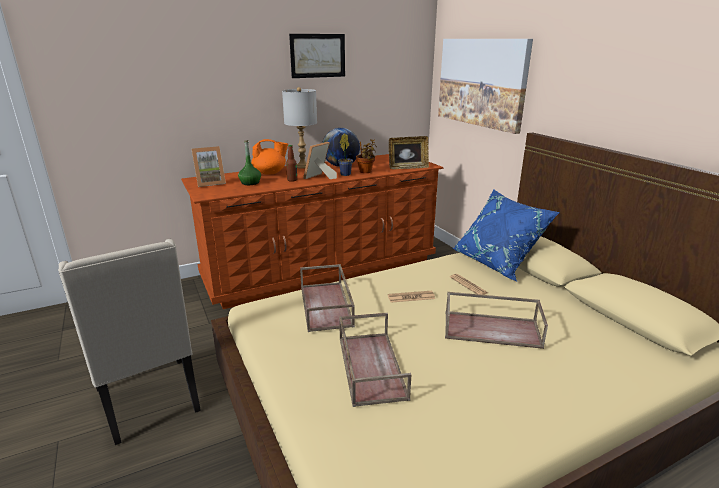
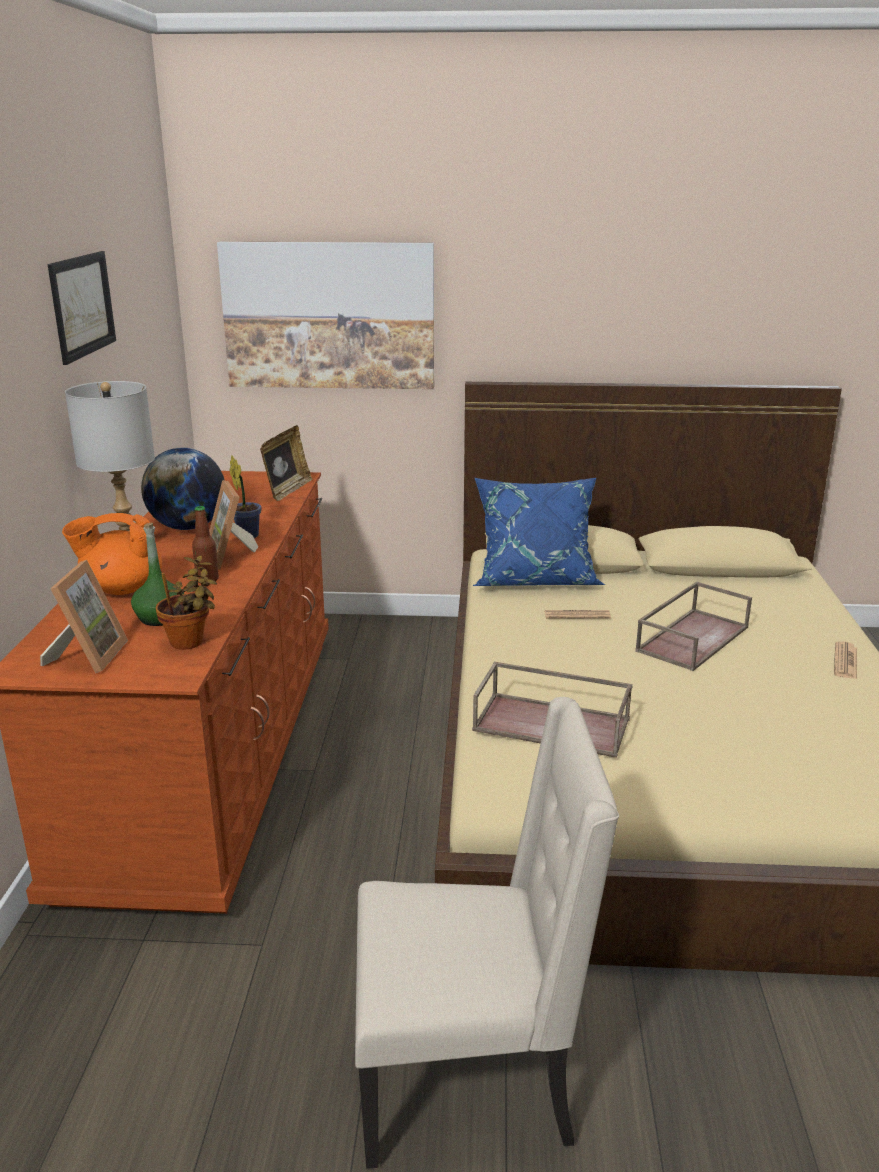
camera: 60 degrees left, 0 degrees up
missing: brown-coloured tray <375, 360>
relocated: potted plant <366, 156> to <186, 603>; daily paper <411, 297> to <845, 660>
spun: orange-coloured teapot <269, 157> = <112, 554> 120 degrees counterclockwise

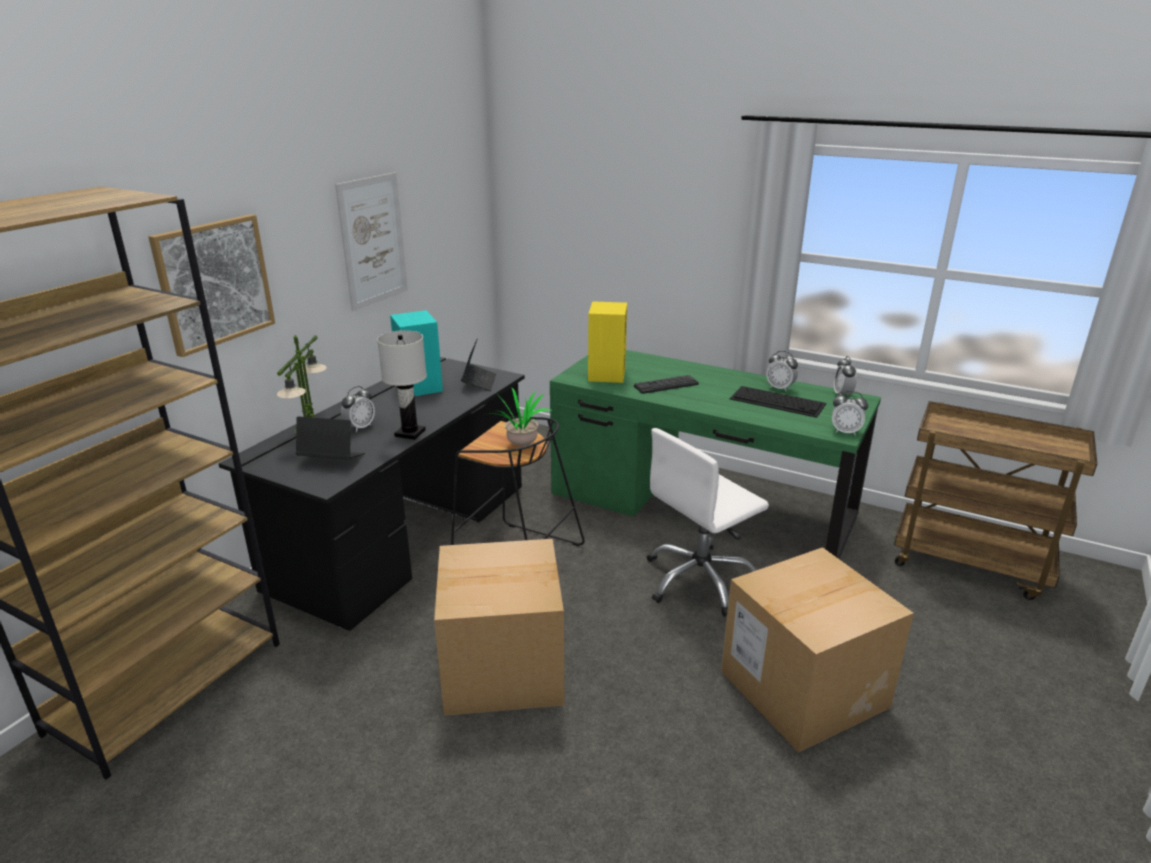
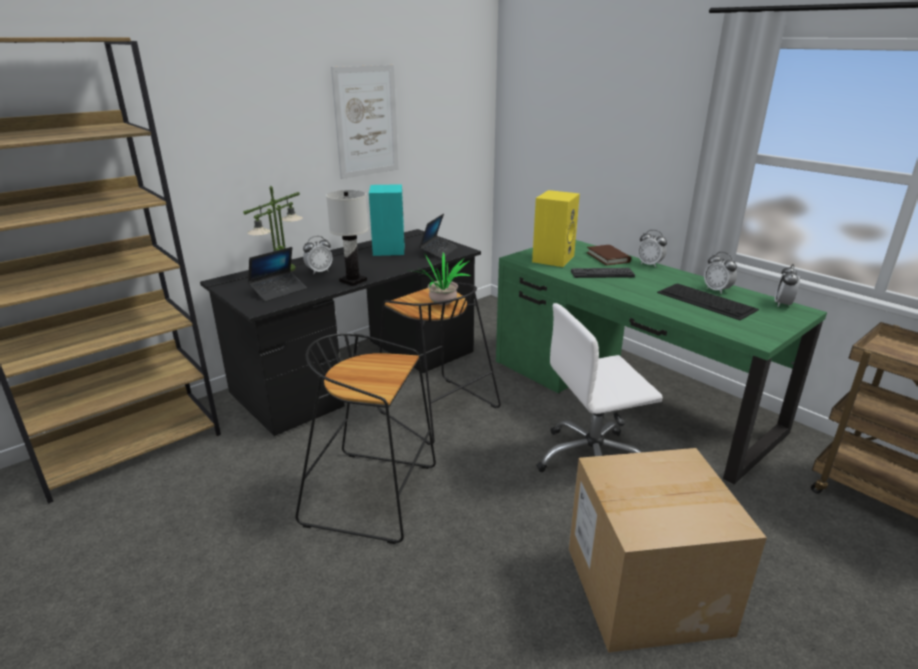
camera: 20 degrees right, 0 degrees up
missing: wall picture <211, 285>
appeared: brown-coloured volume <609, 255>
relocated: bedside clock <850, 413> to <652, 249>
exchanged: carton <499, 627> to black stool <365, 438>
spun: laptop <330, 437> = <277, 274> 105 degrees clockwise

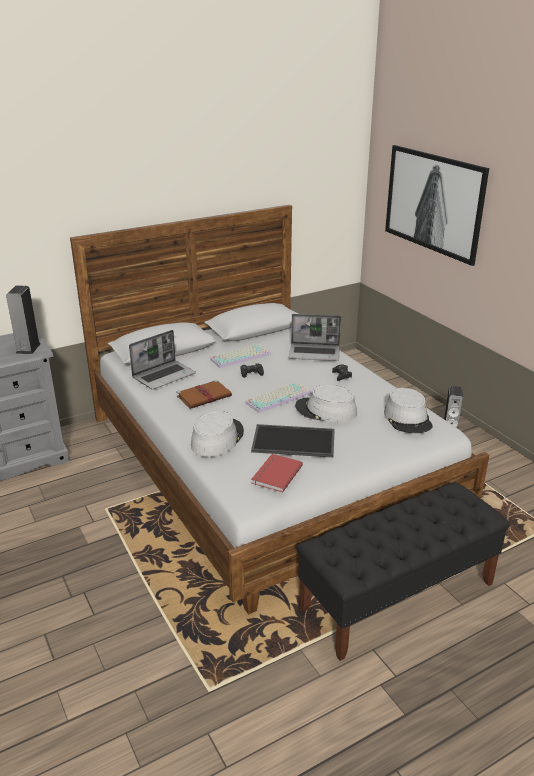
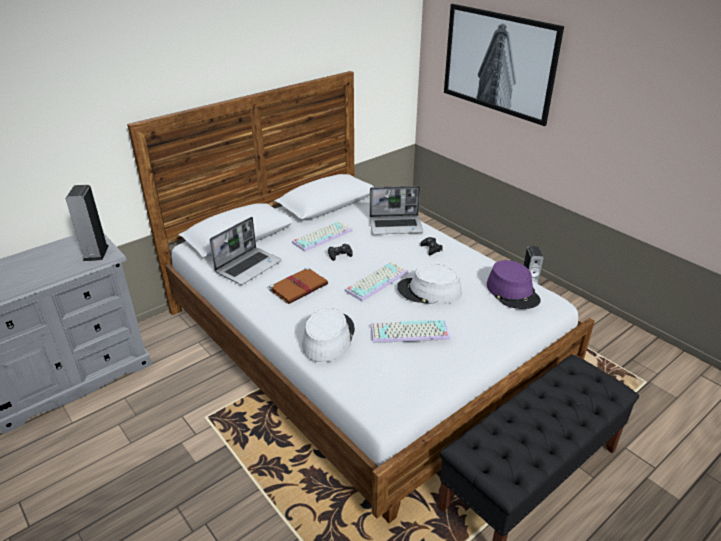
camera: 10 degrees left, 5 degrees up
missing: red volume <277, 473>
exchanged: tray <293, 440> to computer keyboard <410, 331>
colour: greyish wearable hat <408, 410> to purple-coloured wearable hat <514, 284>

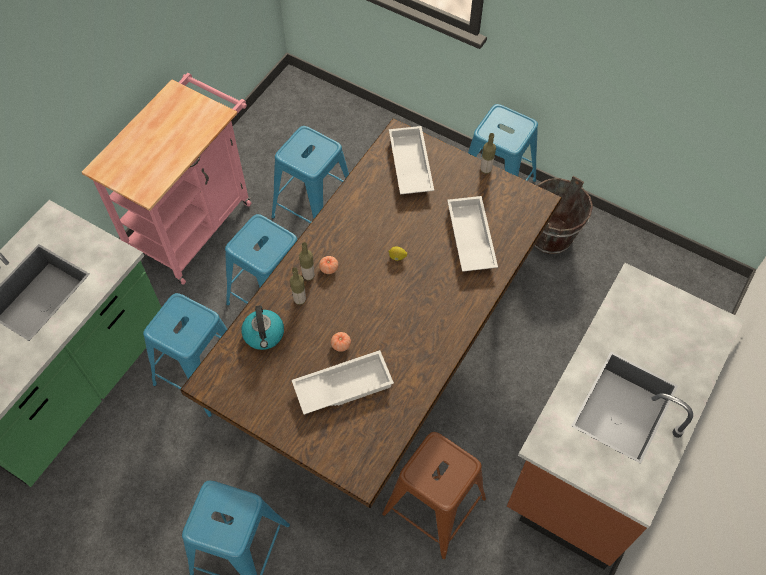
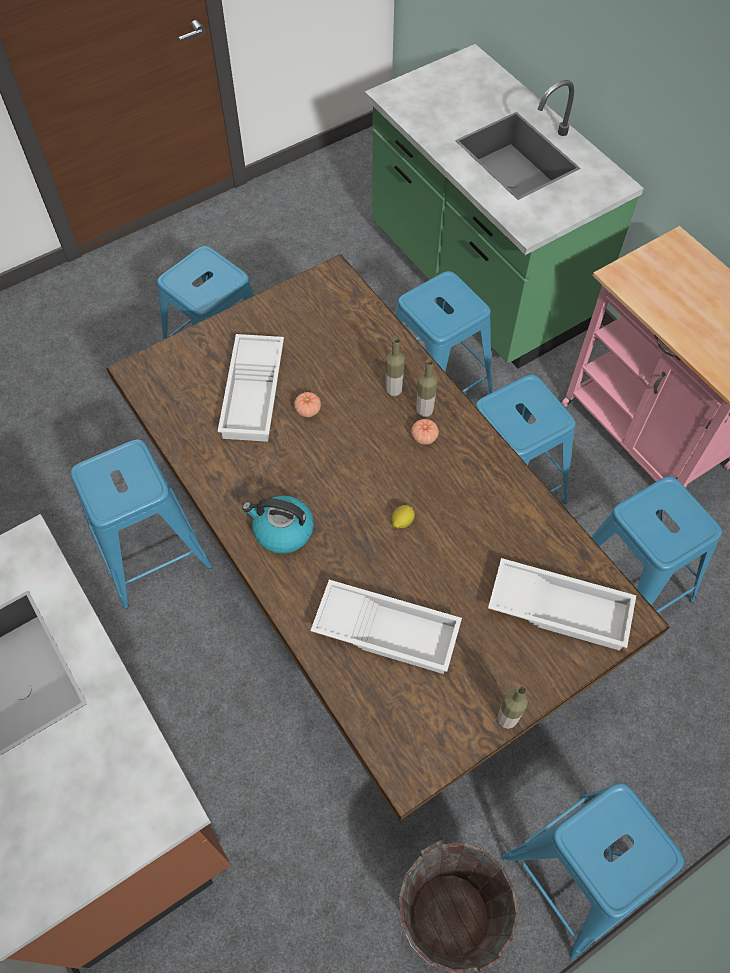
camera: 115 degrees right, 0 degrees up
relocated: kettle <262, 327> to <278, 525>
colour: brown-coloured stool <434, 496> to bluish stool <141, 524>

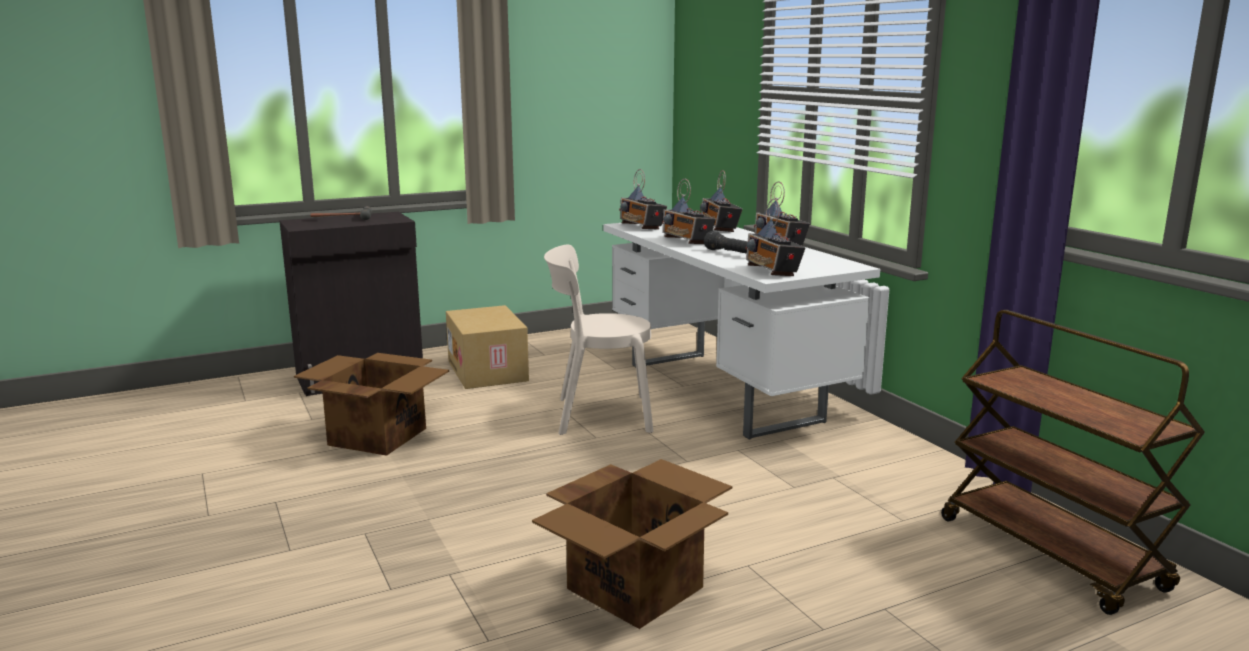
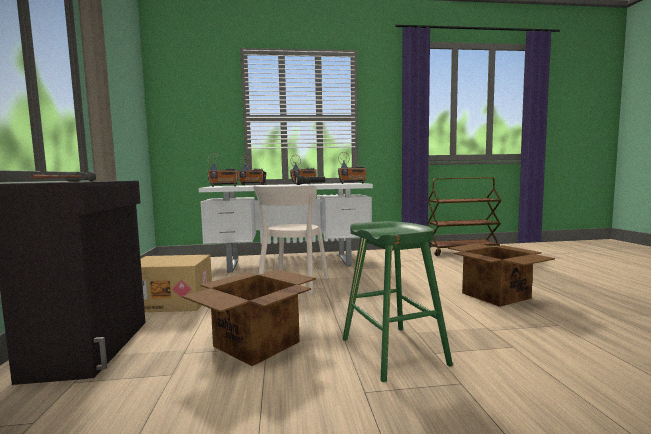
camera: 70 degrees left, 10 degrees down
missing: radio receiver <689, 211>
appeared: green-coloured stool <398, 301>

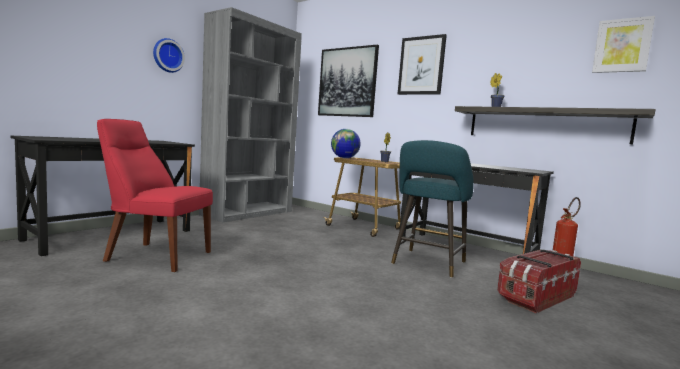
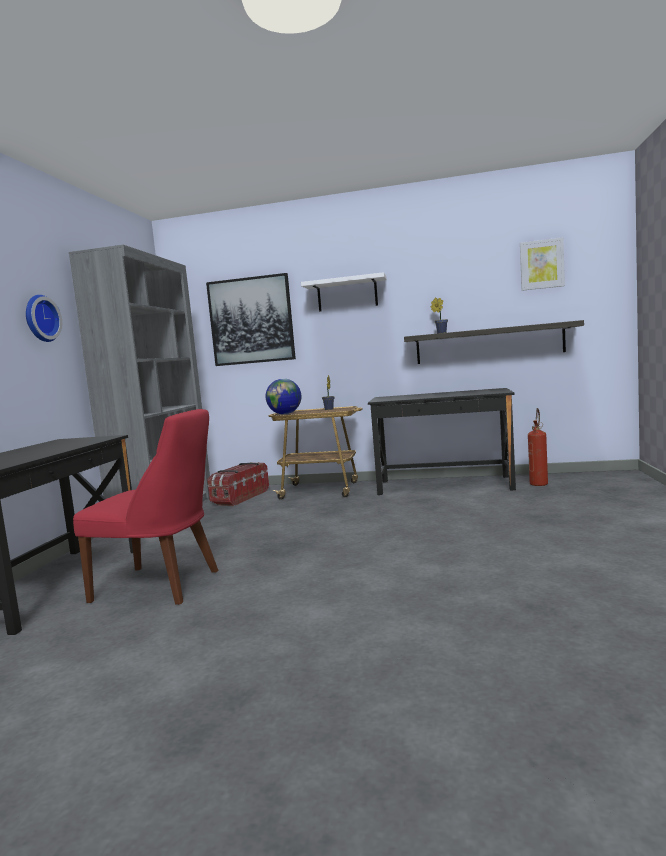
camera: 25 degrees left, 0 degrees up
missing: turquoise stool <432, 209>
relocated: storage bin <539, 281> to <238, 484>
exchanged: wall picture <422, 64> to white-coloured wall shelf <344, 292>
spun: red chair <155, 195> = <145, 507> 150 degrees counterclockwise

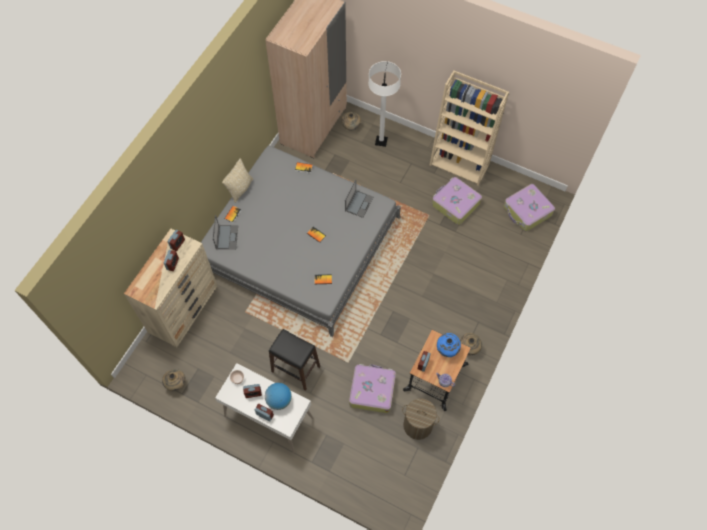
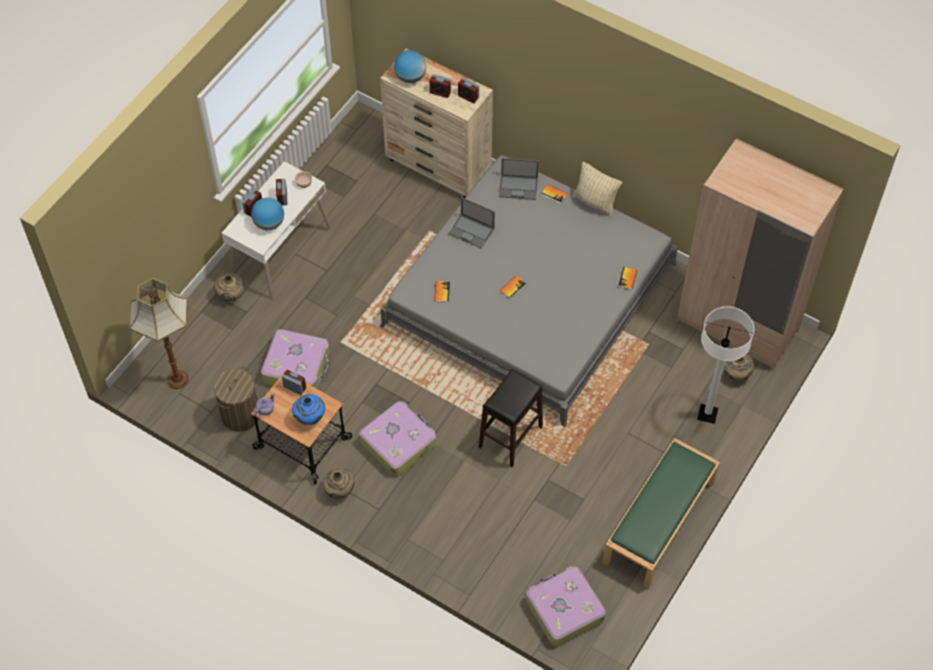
camera: 95 degrees right, 5 degrees down
appeared: floor lamp <159, 333>; world globe <410, 66>
relocated: beige-coloured decorative vase <174, 380> to <229, 286>; suitcase <457, 201> to <397, 439>; laptop <359, 198> to <471, 222>; black stool <294, 360> to <511, 418>
exchanged: beige-coloured shelving unit <469, 127> to green-coloured bench <661, 513>

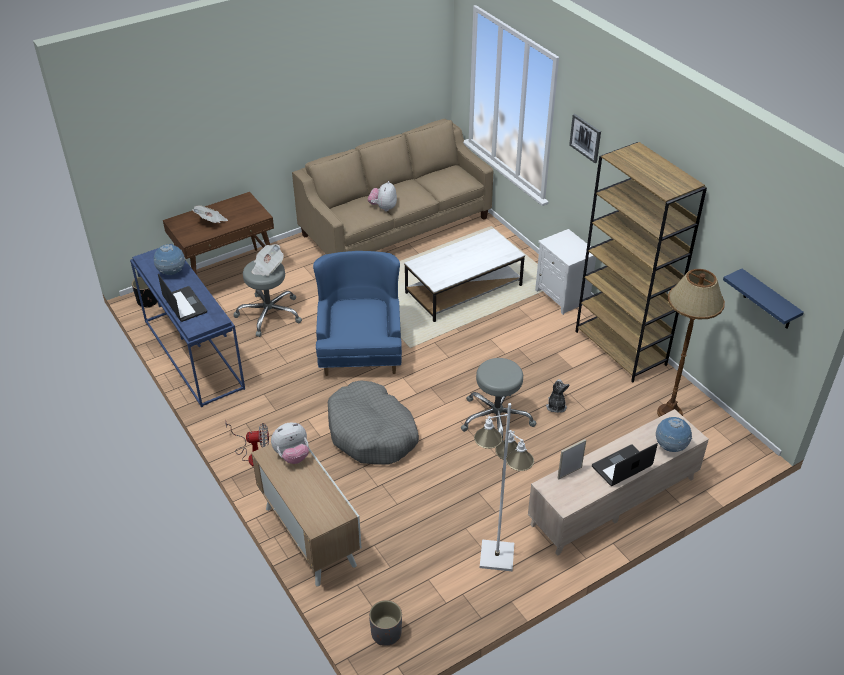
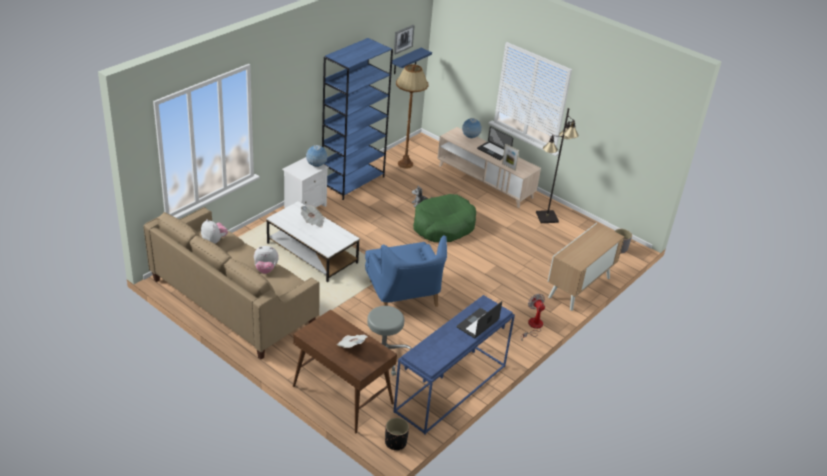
camera: 110 degrees left, 5 degrees down
missing: greyish dog cushion <373, 422>
relocated: soft toy <290, 443> to <214, 231>; daily paper <268, 260> to <313, 216>; world globe <169, 259> to <317, 156>; wall picture <585, 138> to <404, 39>
exchanged: greyish stool <498, 399> to green-coloured dog cushion <444, 218>
colour: brown-coloured shelving unit <641, 262> to bluish shelving unit <357, 119>; white-coloured floor lamp <504, 487> to black floor lamp <557, 165>
spun: bluish lounge chair <357, 313> = <406, 271> 90 degrees counterclockwise

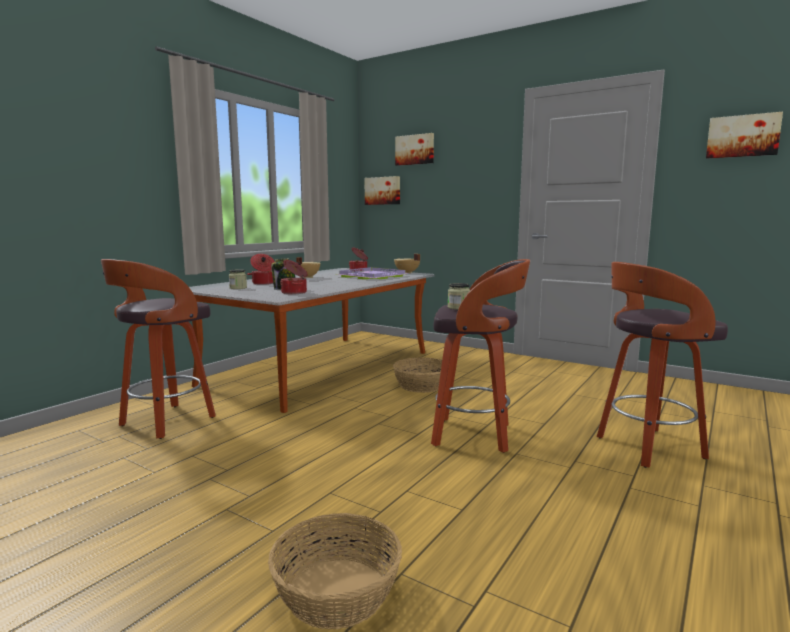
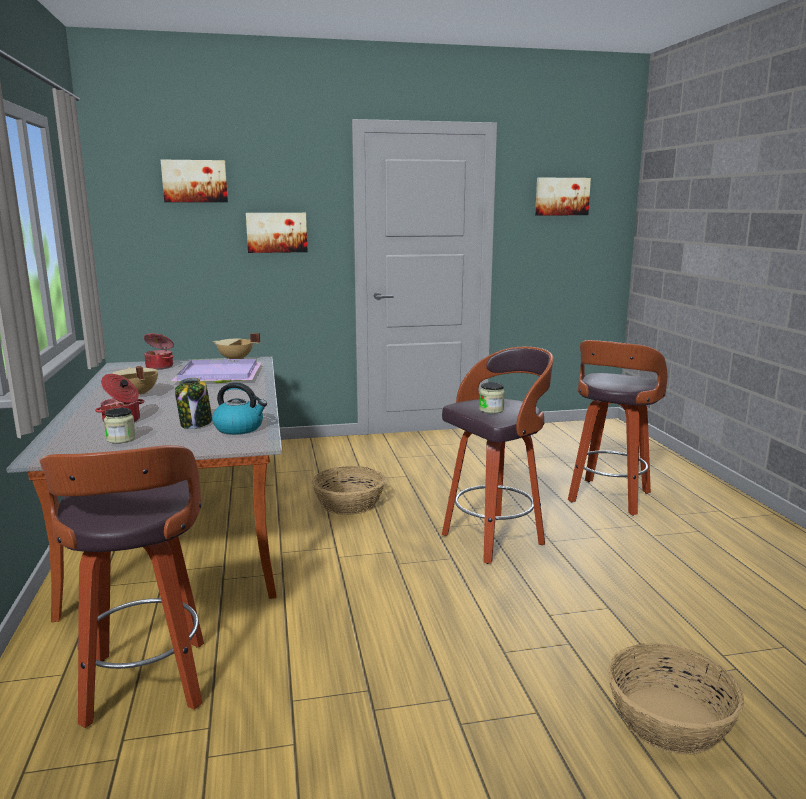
camera: 45 degrees left, 5 degrees up
relocated: wall picture <382, 190> to <277, 233>
exchanged: saucepot <294, 277> to kettle <239, 408>

